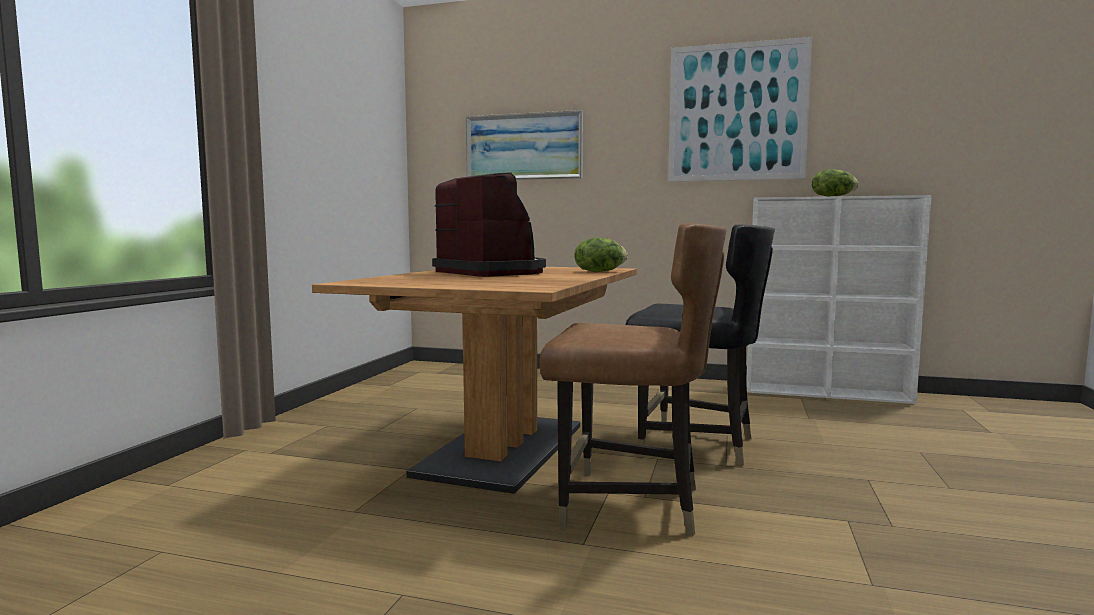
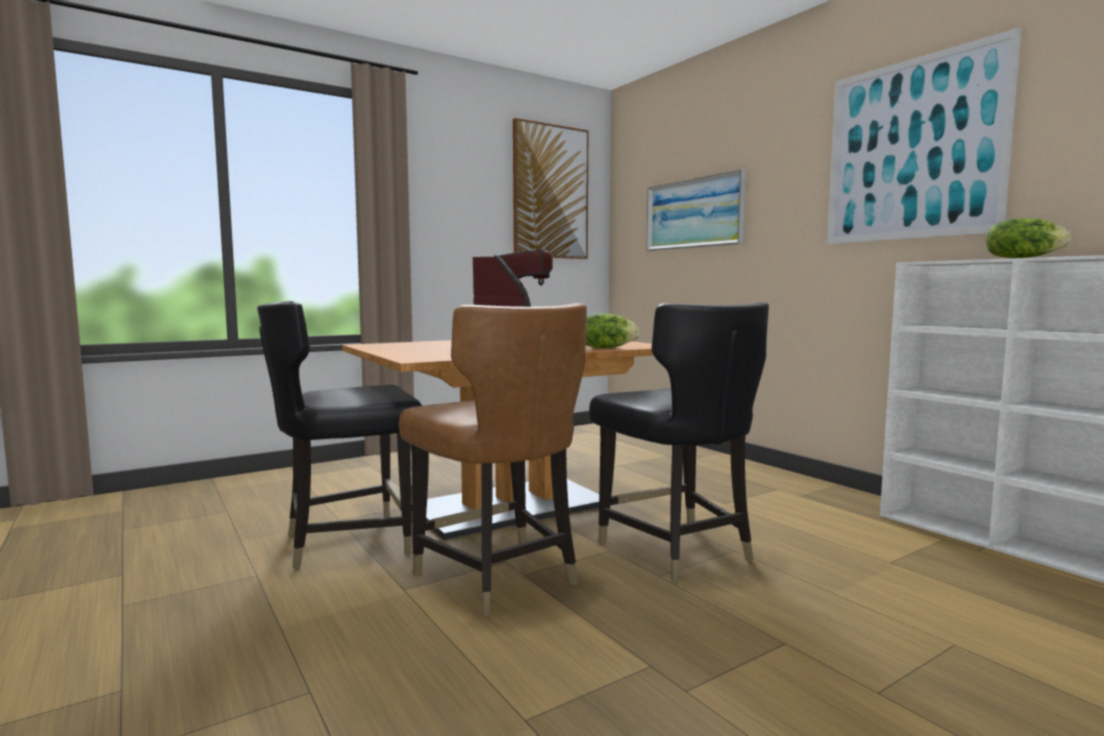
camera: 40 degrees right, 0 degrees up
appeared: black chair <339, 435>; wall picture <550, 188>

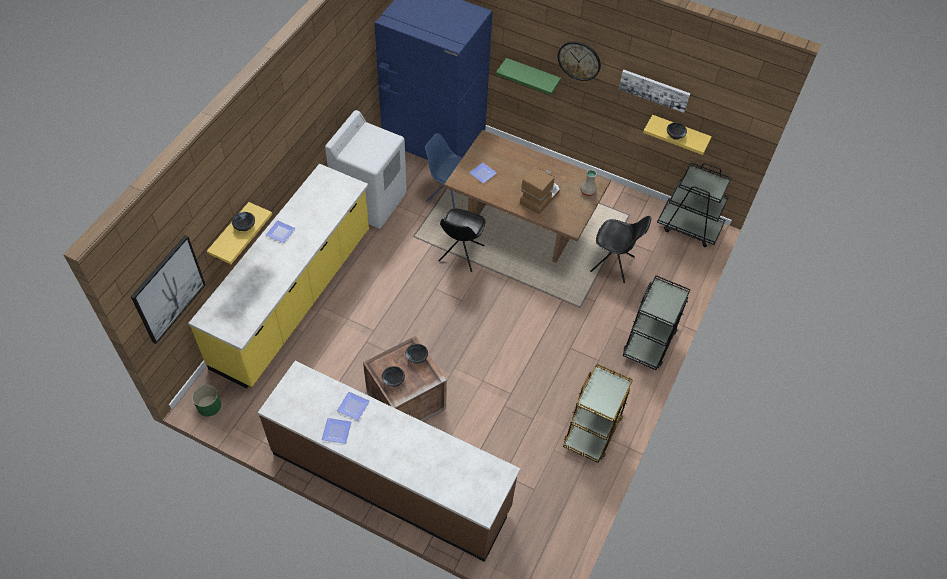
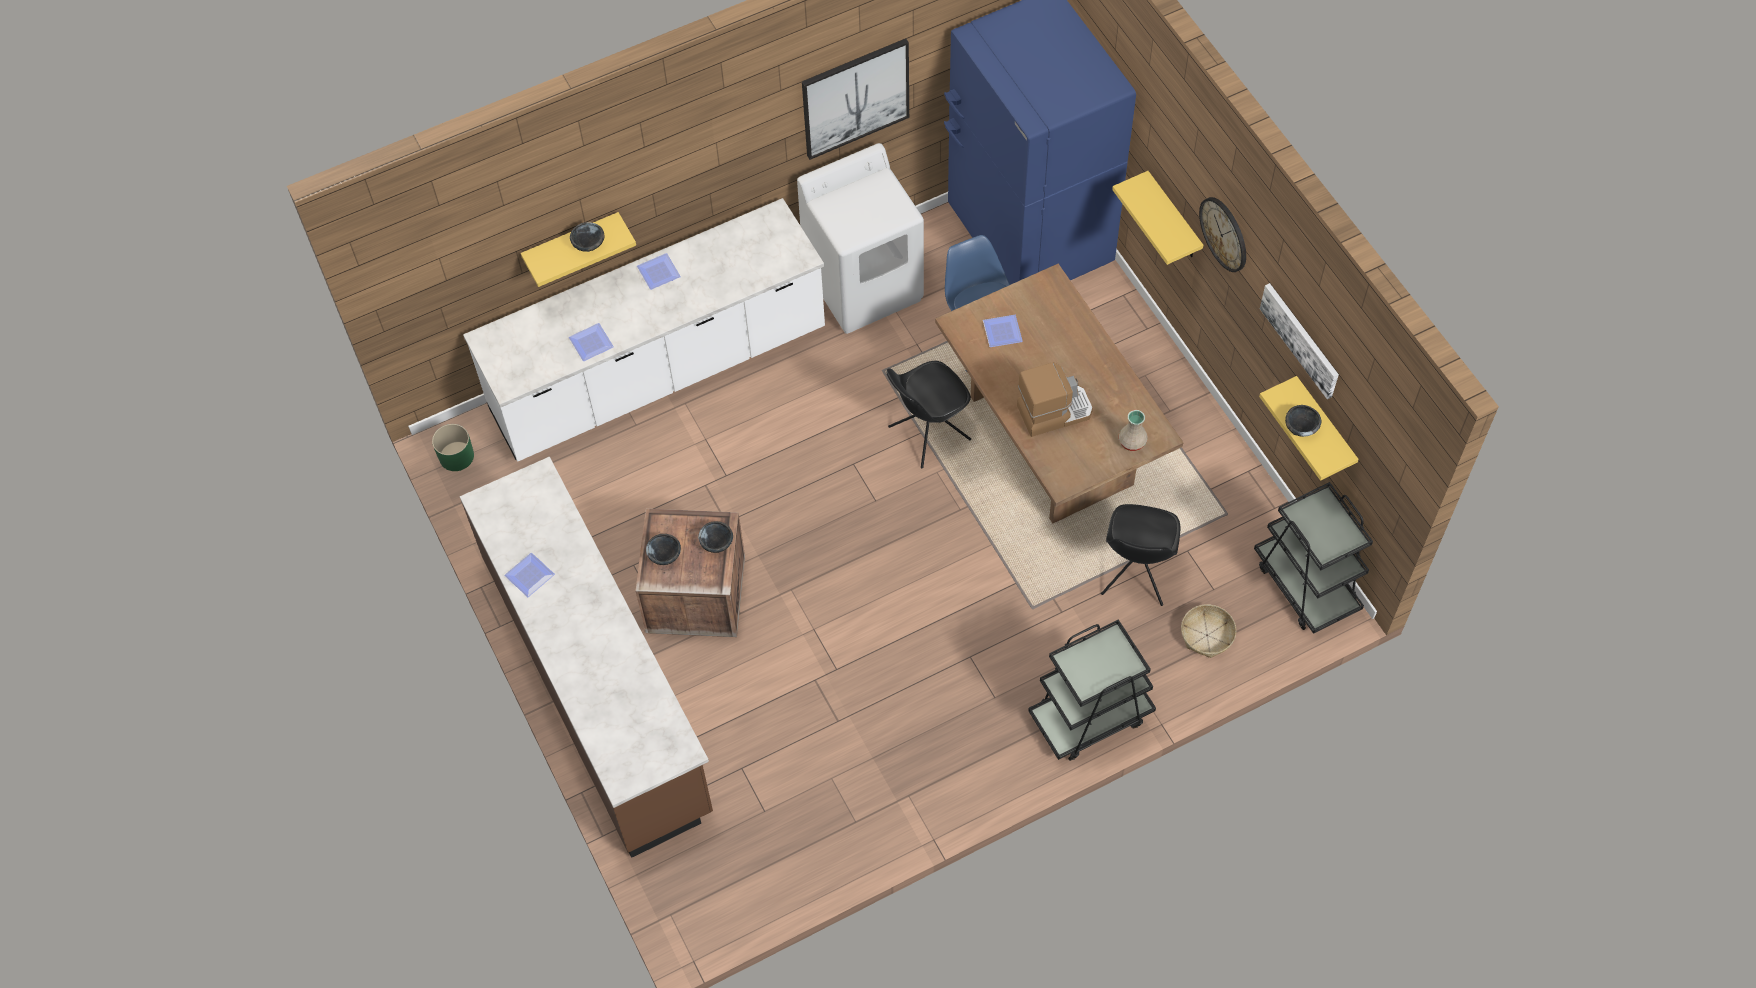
camera: 40 degrees right, 5 degrees up
missing: brown-coloured cart <598, 413>
appeared: storage basket <1208, 631>
relocated: flat dish <353, 406> to <591, 342>; wall picture <168, 289> to <855, 99>
colour: yellow kitchen counter <278, 276> to white-coloured kitchen counter <644, 330>; green-coloured wall shelf <528, 76> to yellow wall shelf <1157, 218>
spun: black chair <620, 249> = <1140, 555> 45 degrees clockwise

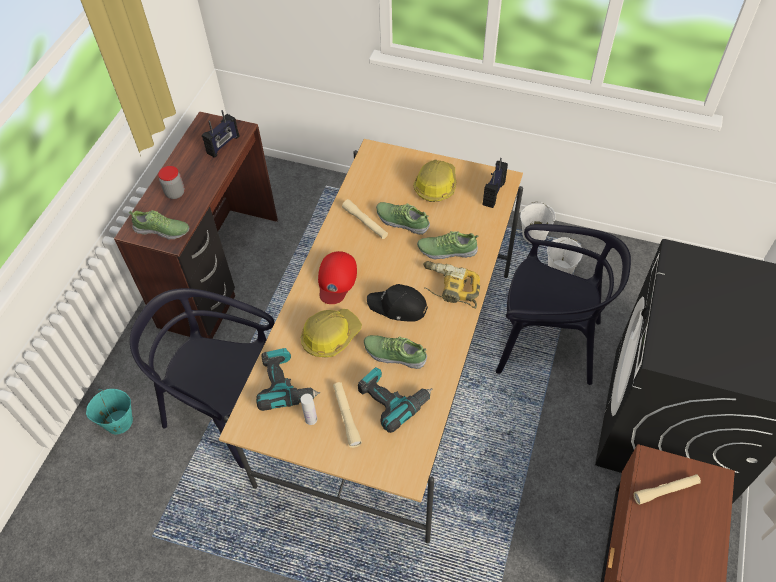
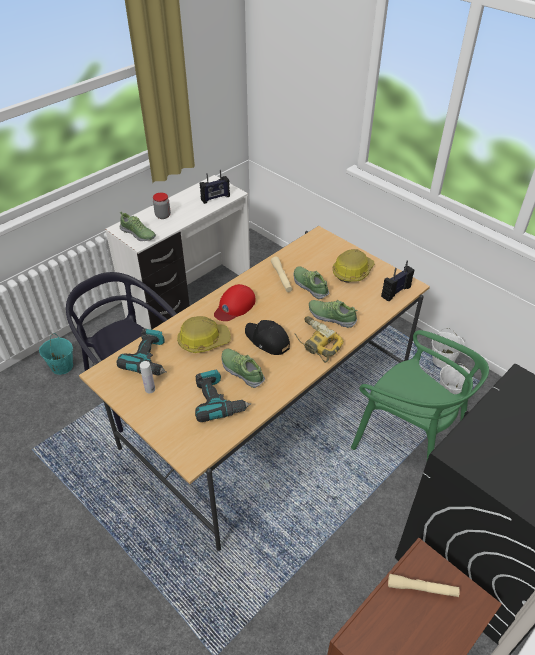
camera: 25 degrees right, 10 degrees down
missing: beige-coloured flashlight <347, 415>
colour: brown-coloured desk table <196, 225> to white-coloured desk table <177, 252>; black chair <563, 304> to green-coloured chair <420, 395>

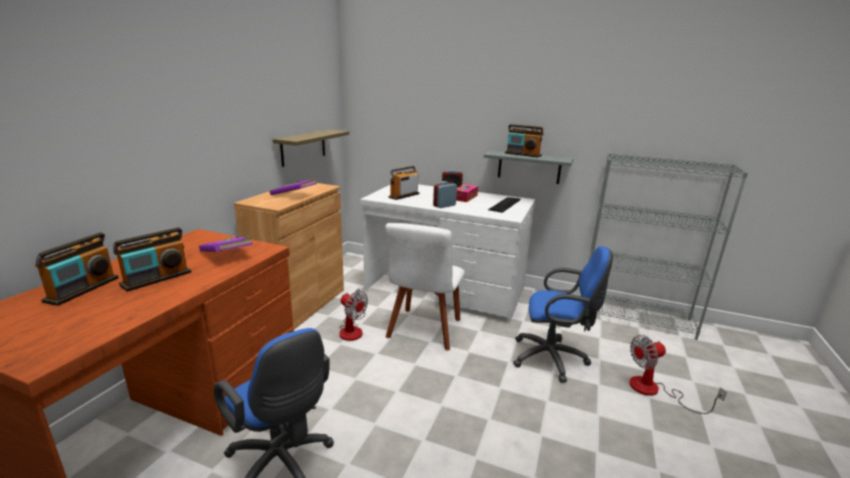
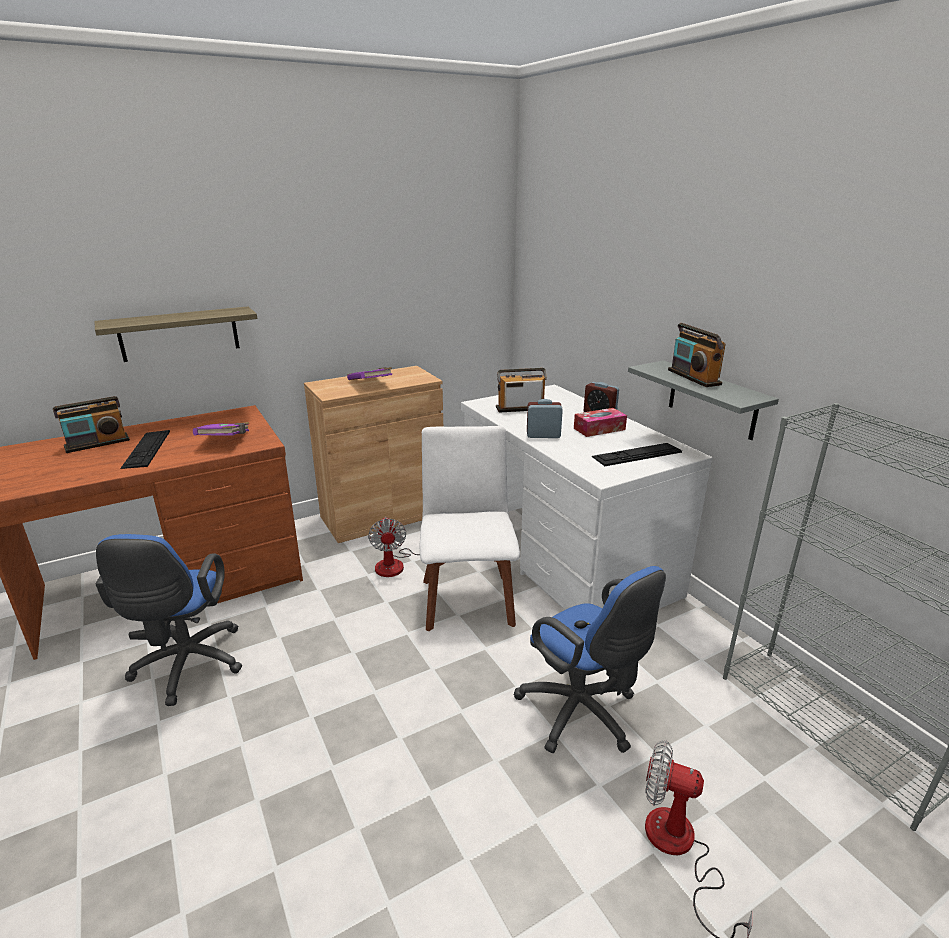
camera: 40 degrees right, 5 degrees up
relocated: wall shelf <310, 148> to <175, 334>
exchanged: radio receiver <152, 259> to computer keyboard <145, 449>
spun: white-coloured chair <425, 286> = <469, 528> 120 degrees clockwise

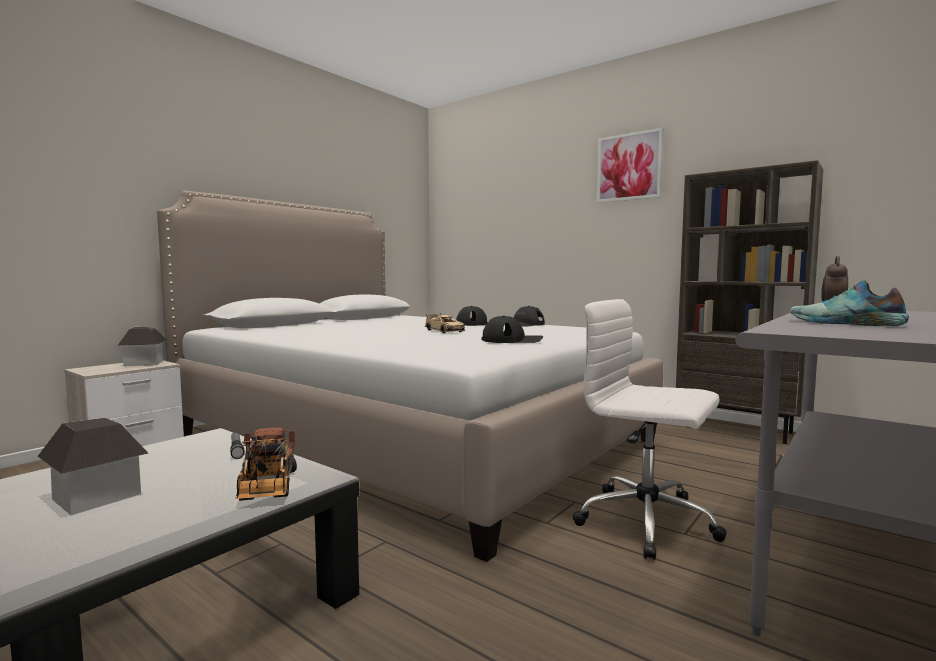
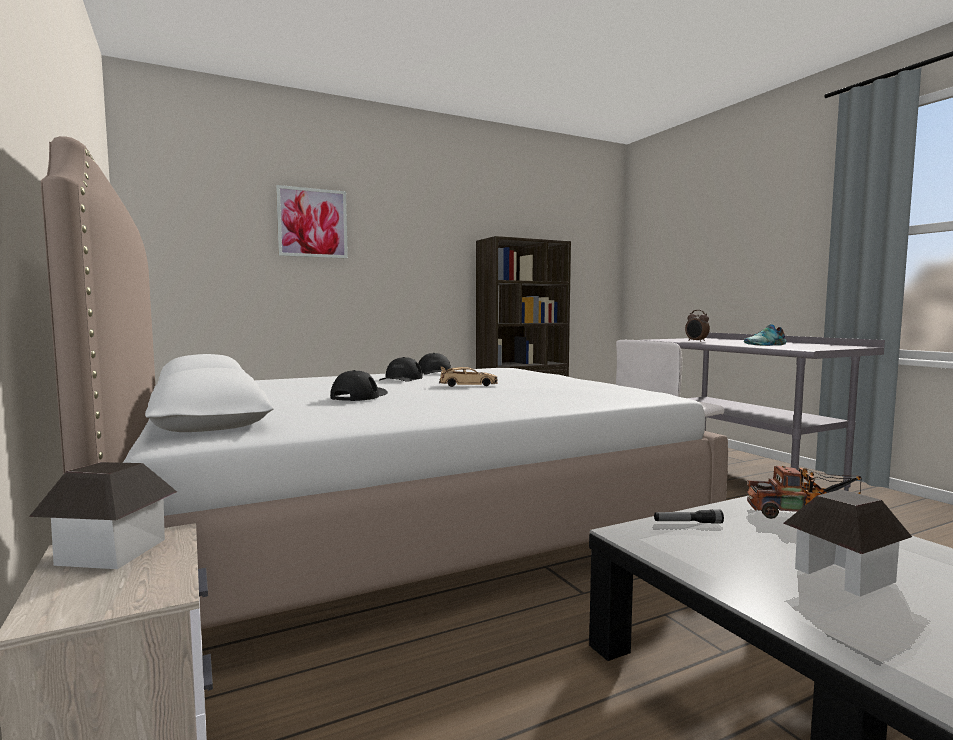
camera: 65 degrees left, 0 degrees up
relocated: wall picture <630, 165> to <312, 222>; black baseball cap <512, 329> to <359, 385>

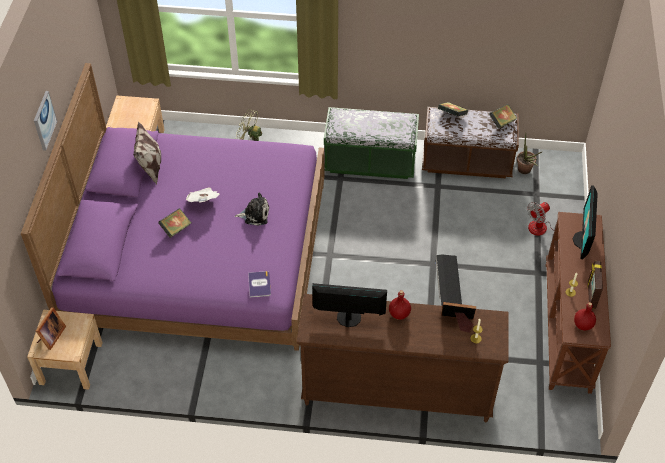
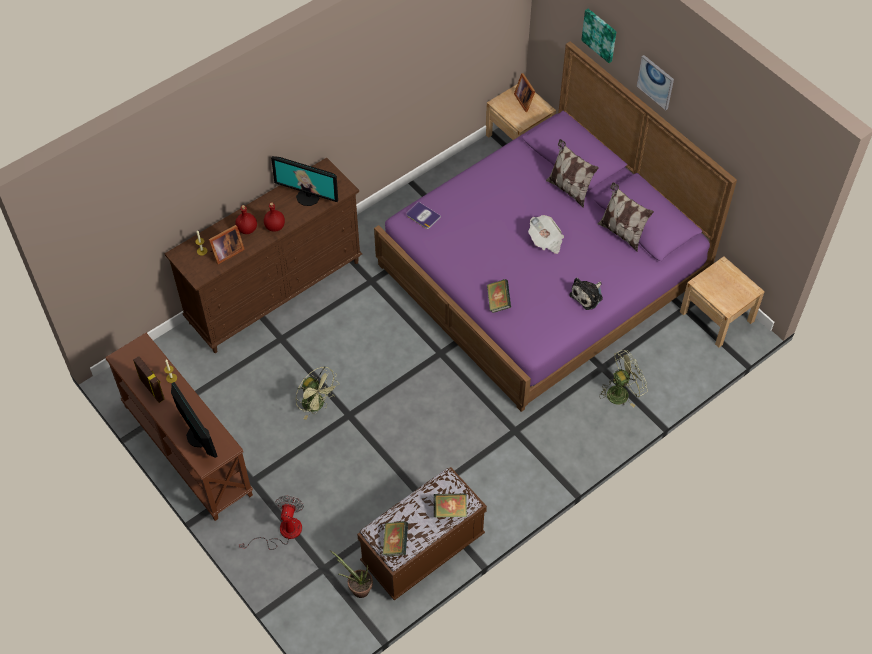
camera: 135 degrees right, 5 degrees up
missing: green-coloured bench <371, 143>
appeared: throw pillow <572, 173>; wall picture <599, 36>
relocated: red drink bottle <585, 316> to <246, 219>; volume <174, 223> to <499, 296>; soft toy <252, 209> to <586, 294>
exchanged: black storage bin <449, 280> to green-coloured cooling fan <317, 393>
spun: computer display <349, 305> = <304, 181> 60 degrees clockwise

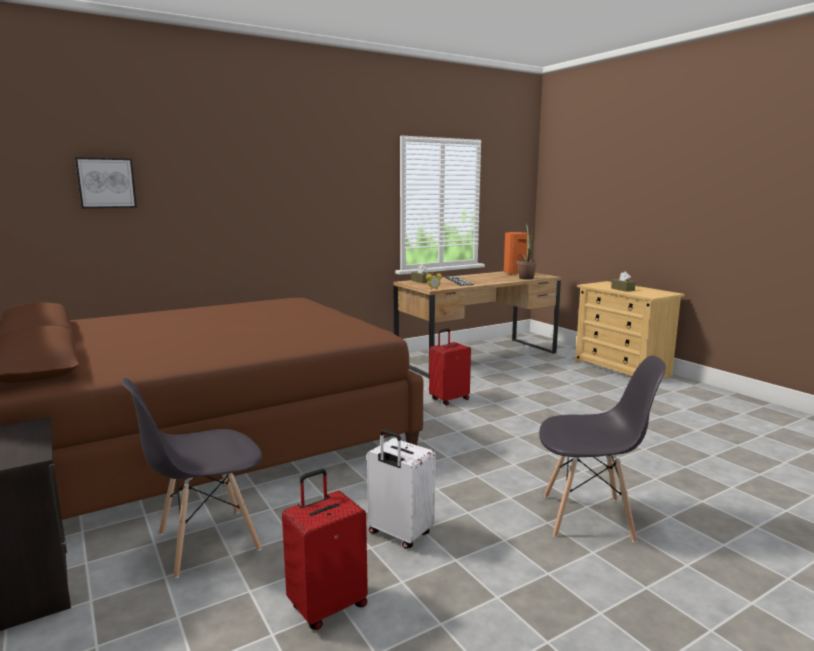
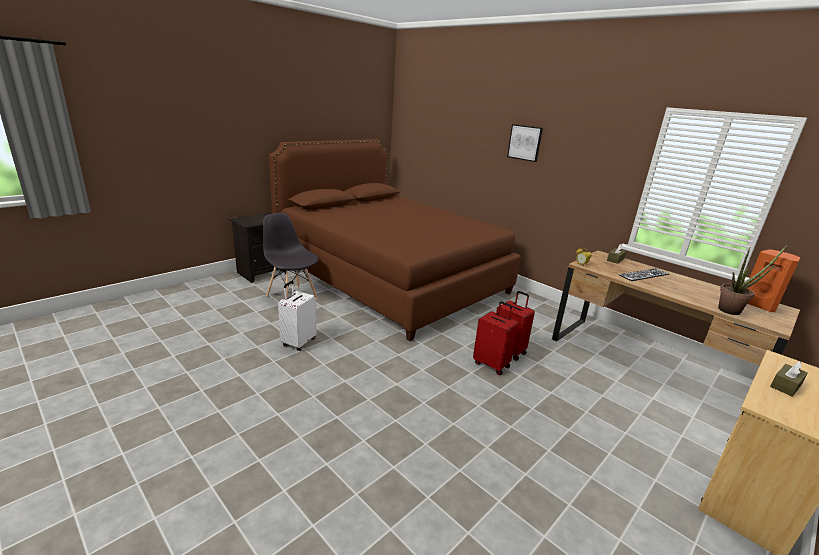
camera: 75 degrees right, 10 degrees up
missing: greyish chair <602, 449>
relocated: red suitcase <325, 549> to <495, 338>; wall picture <106, 182> to <525, 143>

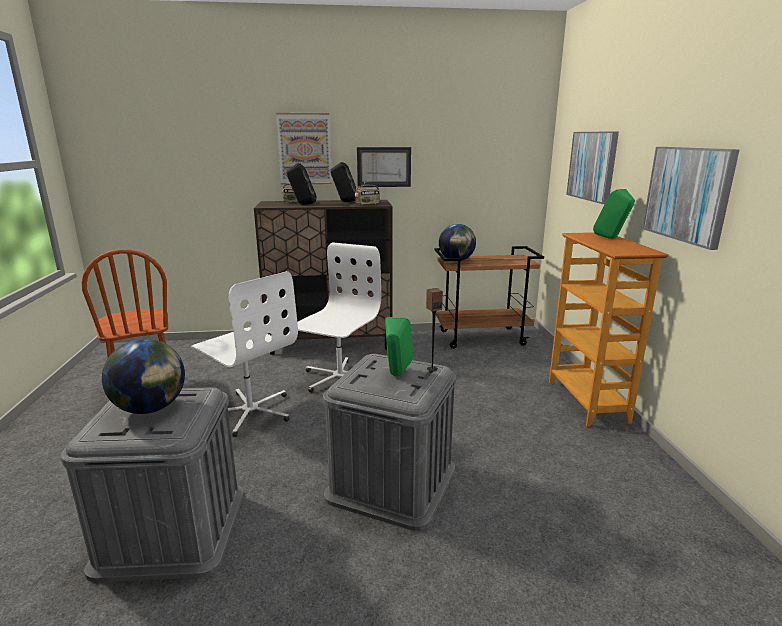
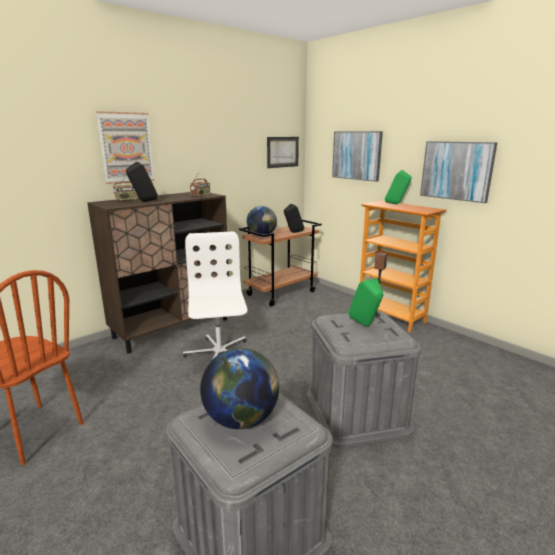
camera: 35 degrees left, 0 degrees up
missing: white-coloured office chair <244, 354>
relocated: wall picture <384, 167> to <283, 152>; black speaker <343, 182> to <294, 218>

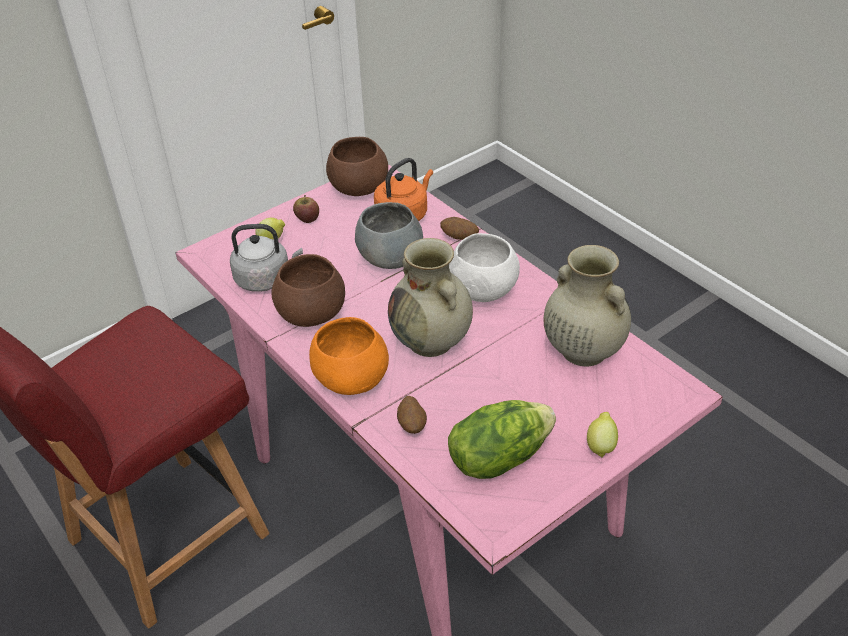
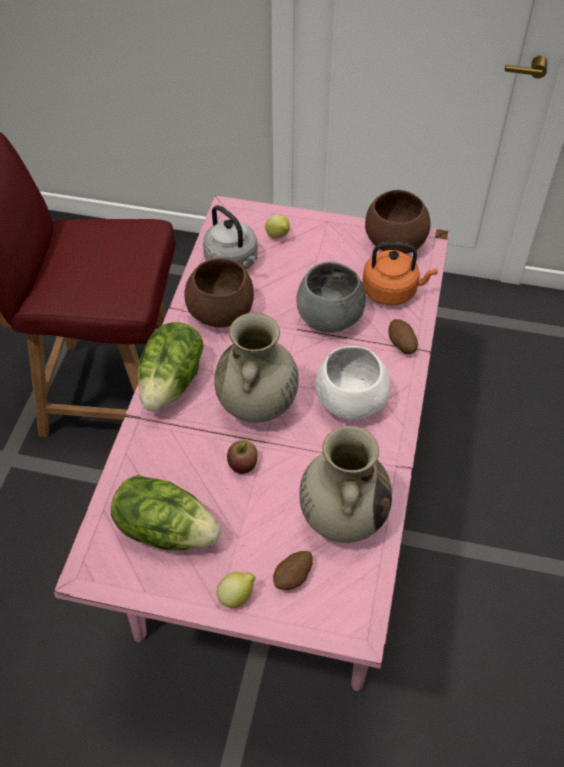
camera: 50 degrees right, 10 degrees up
relocated: apple <306, 209> to <242, 457>; spud <412, 415> to <293, 570>
exchanged: orange-coloured serving bowl <349, 356> to lettuce head <171, 367>

